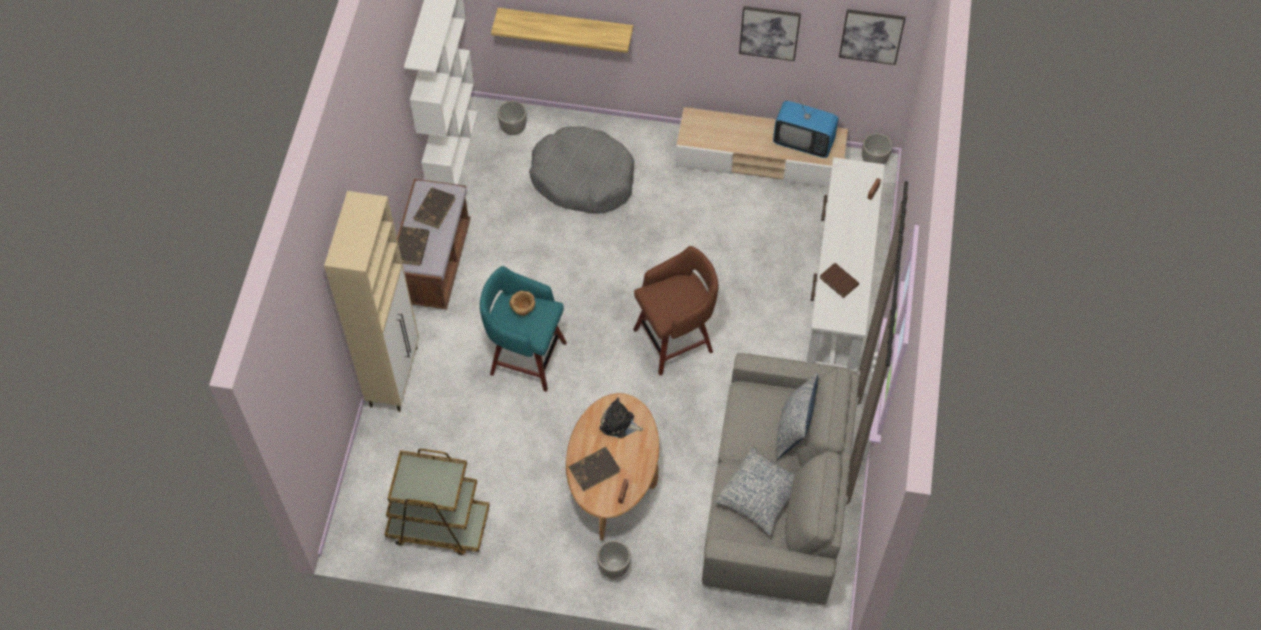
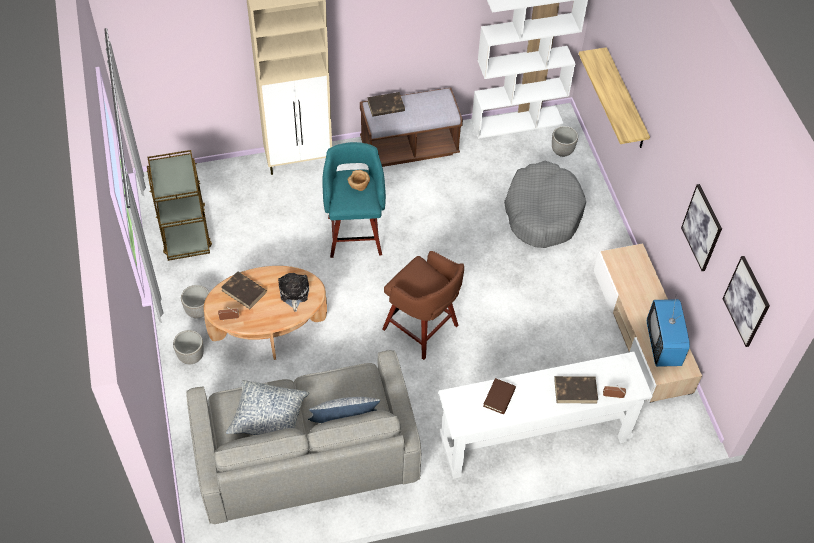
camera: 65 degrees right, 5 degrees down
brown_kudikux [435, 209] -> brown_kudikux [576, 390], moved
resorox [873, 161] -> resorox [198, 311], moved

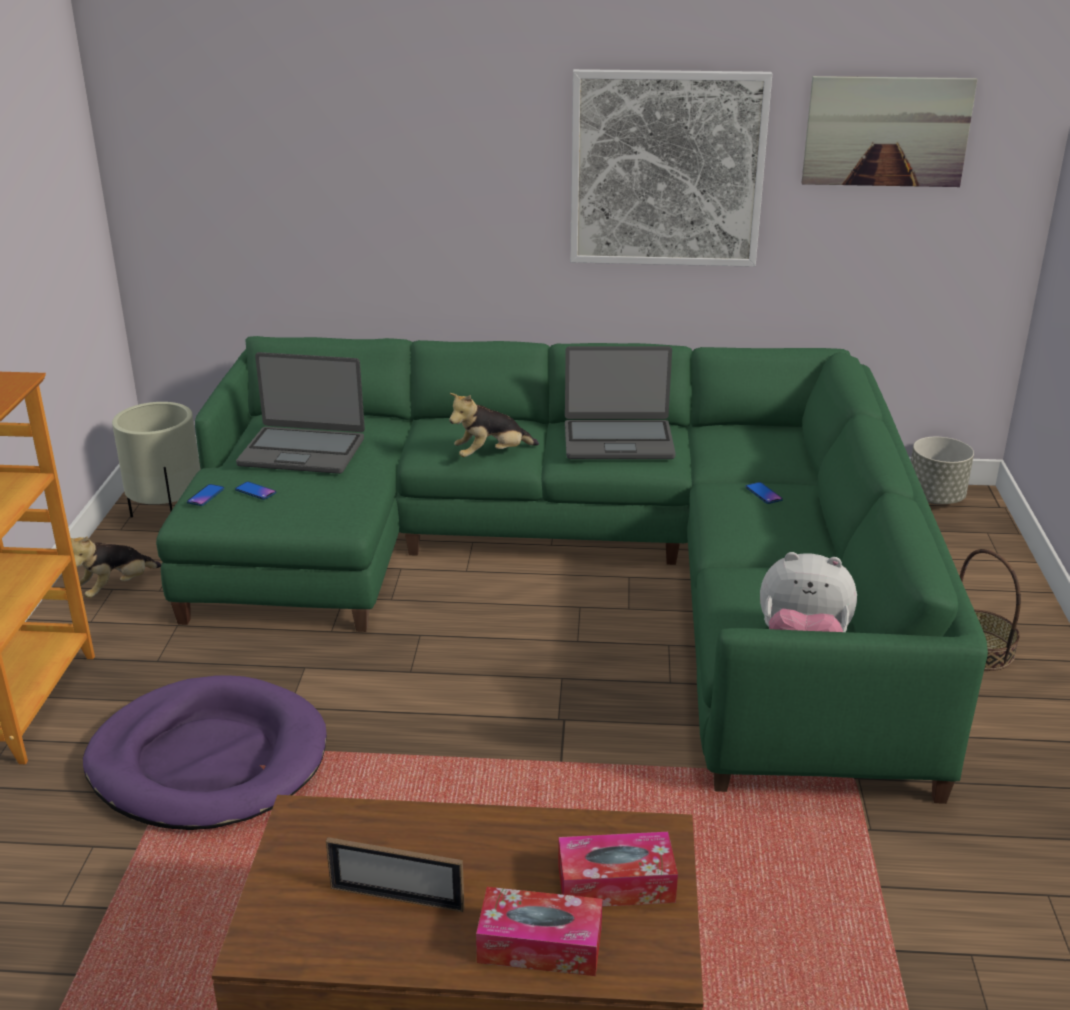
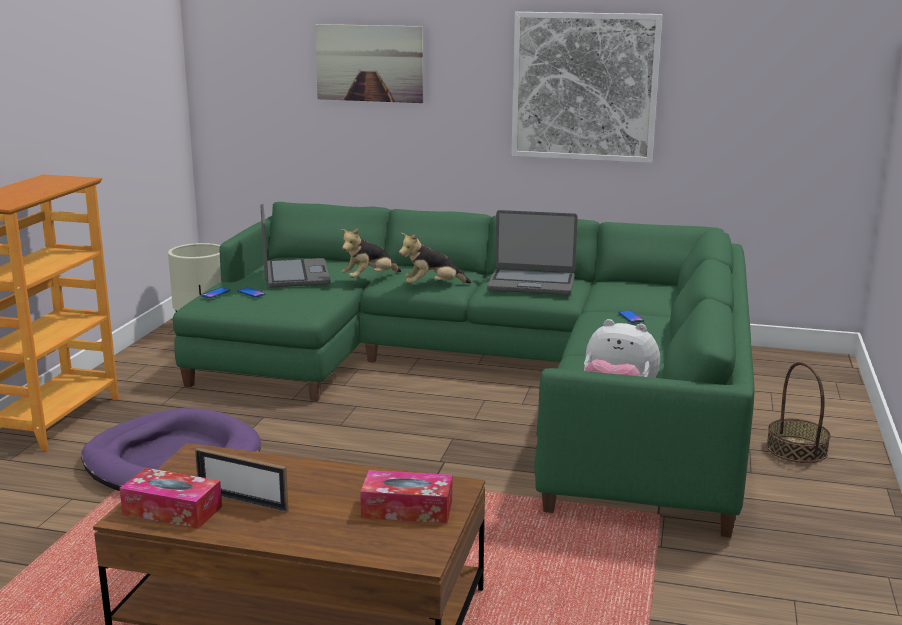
camera: 10 degrees right, 10 degrees down
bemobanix [116, 588] -> bemobanix [369, 278], moved
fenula [302, 451] -> fenula [295, 275], 120 degrees counterclockwise
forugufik [540, 945] -> forugufik [172, 510], moved
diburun [886, 131] -> diburun [369, 63], moved
grey_resorox [935, 498] -> none

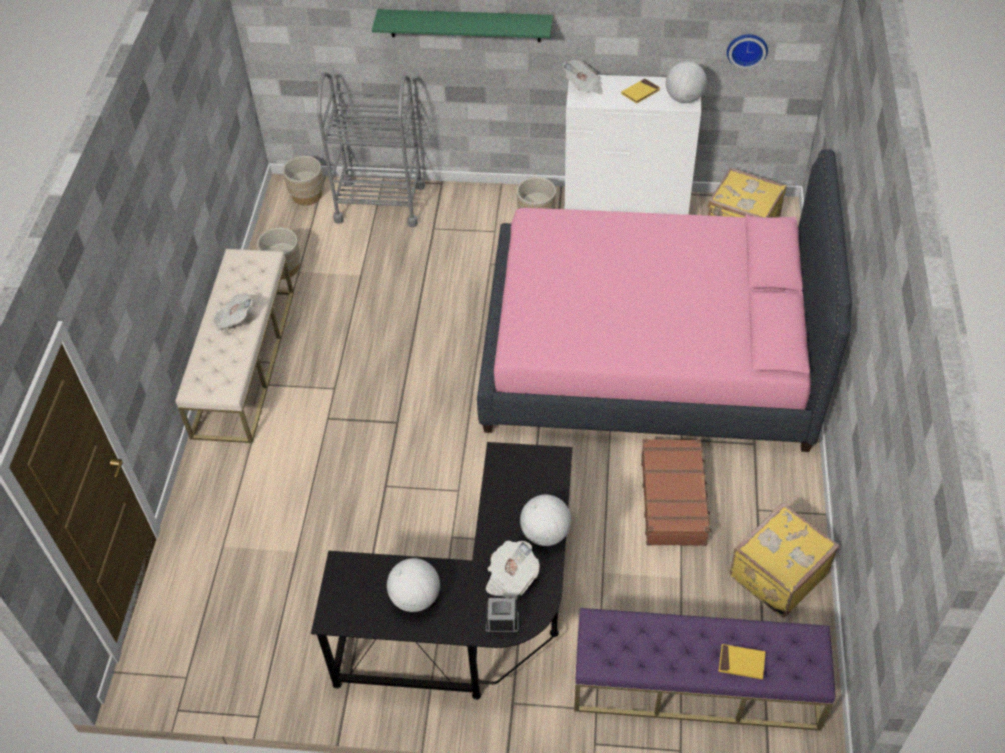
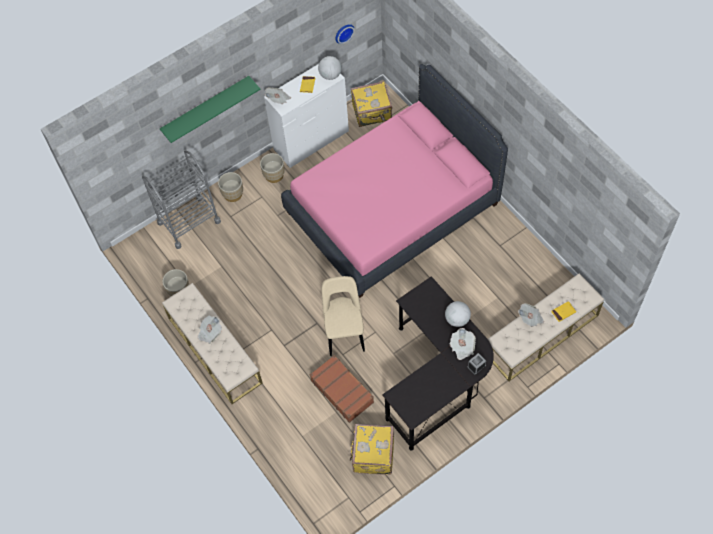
camera: 40 degrees left, 10 degrees up
beige_resorox [307, 195] -> beige_resorox [233, 194], moved
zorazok [415, 597] -> none
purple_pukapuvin [695, 685] -> beige_pukapuvin [542, 335]
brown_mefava [674, 499] -> brown_mefava [342, 391], moved
yellow_mefava [776, 573] -> yellow_mefava [372, 455], moved
none -> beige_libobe [344, 332]
none -> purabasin [530, 318]

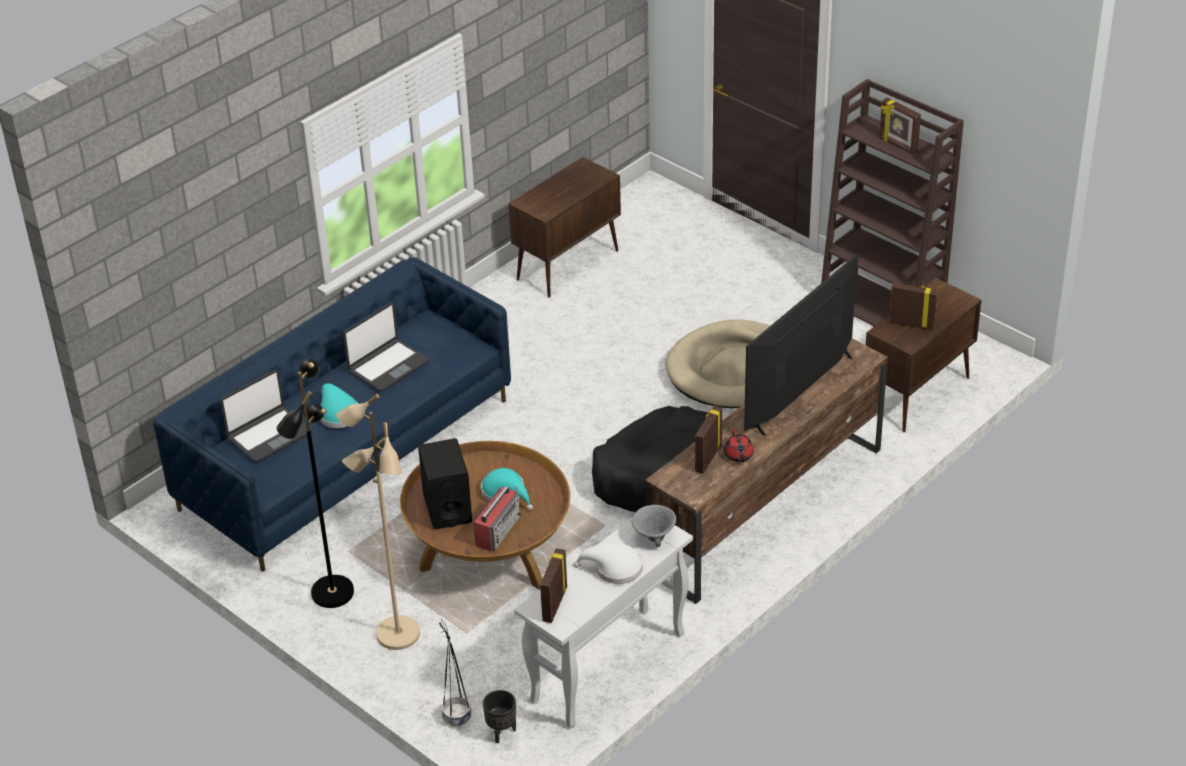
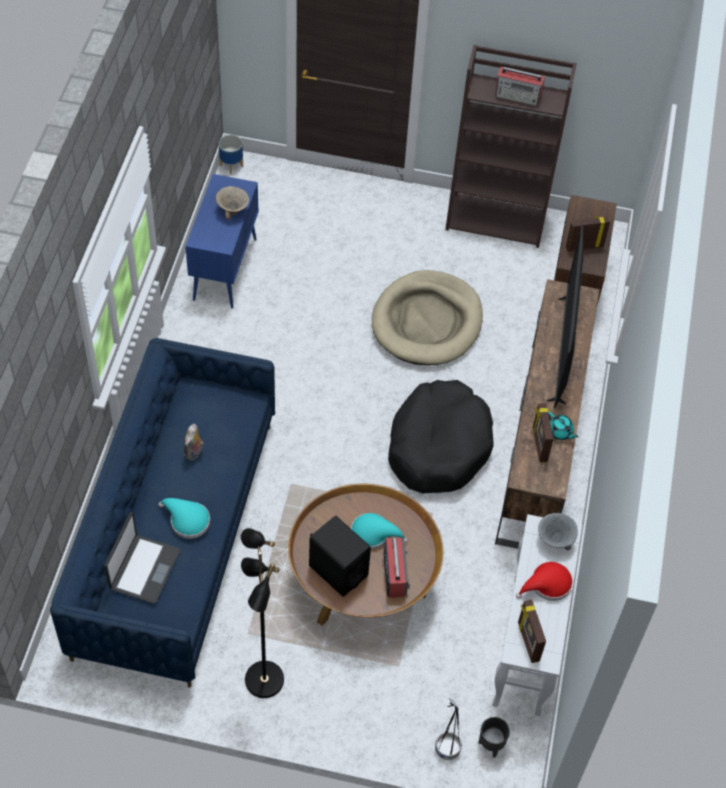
camera: 35 degrees left, 15 degrees up
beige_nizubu [396, 634] -> none
fenula [388, 366] -> bemobanix [194, 453]
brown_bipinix [568, 264] -> blue_bipinix [225, 269]
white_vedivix [614, 569] -> red_vedivix [547, 585]
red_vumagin [738, 455] -> turquoise_vumagin [560, 432]
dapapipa [897, 145] -> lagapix [518, 96]
none -> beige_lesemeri [233, 210]
none -> resorox [231, 165]

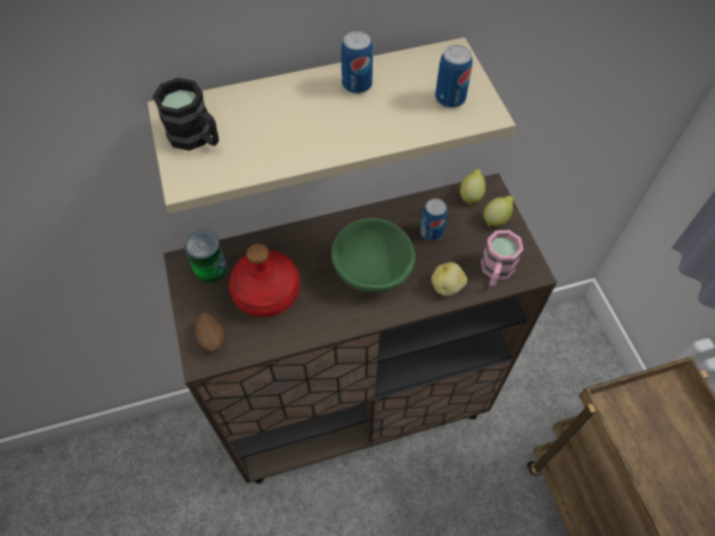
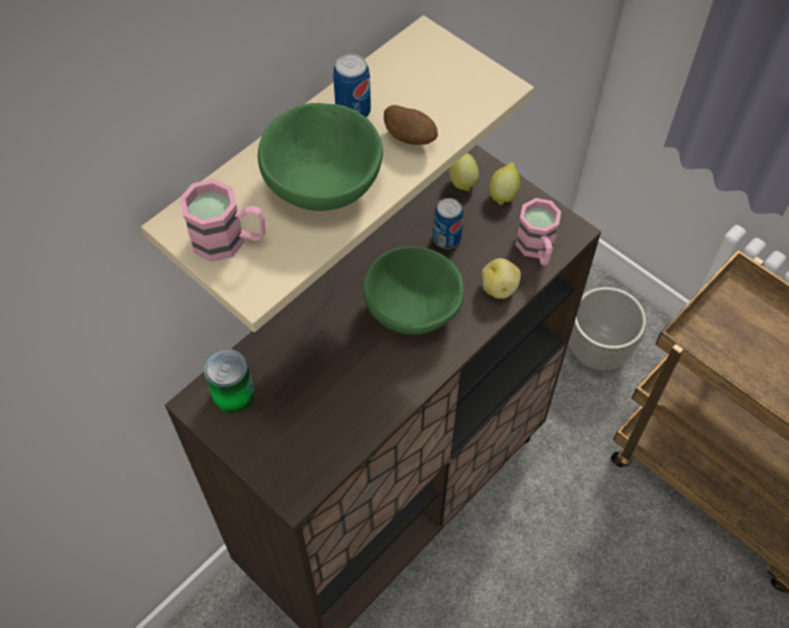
camera: 30 degrees left, 0 degrees up
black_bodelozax [197, 138] -> pink_bodelozax [229, 240]
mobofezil [212, 339] -> mobofezil [410, 138], moved
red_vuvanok [266, 293] -> none
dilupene [450, 98] -> none
none -> green_lesemeri [324, 184]
none -> grey_resorox [597, 351]

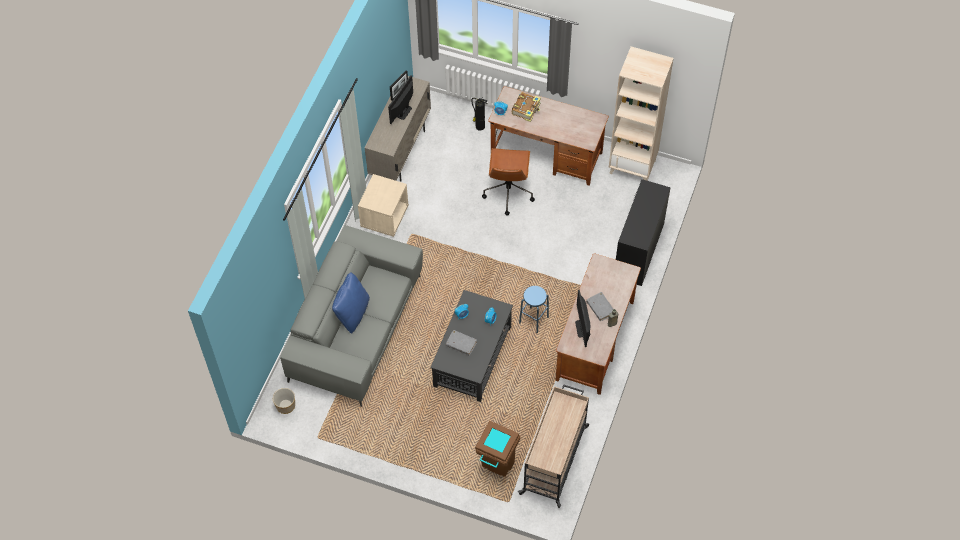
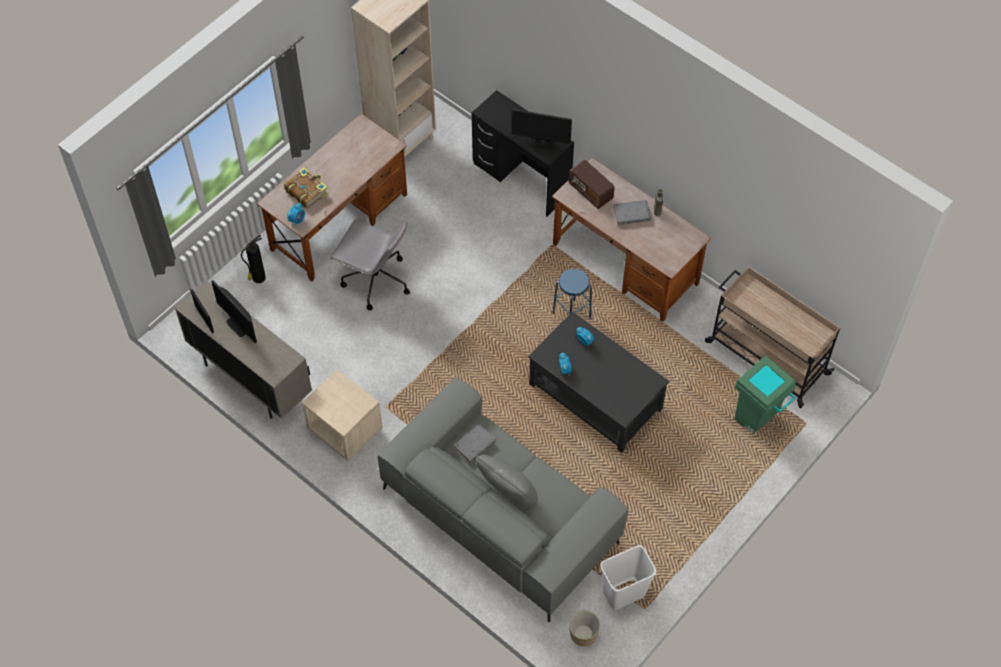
camera: 70 degrees left, 0 degrees up
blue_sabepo [352, 313] -> grey_sabepo [507, 494]
grey_kudikux [461, 344] -> grey_kudikux [475, 445], moved
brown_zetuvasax [497, 468] -> green_zetuvasax [757, 420]
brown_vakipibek [508, 192] -> grey_vakipibek [375, 280]
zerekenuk [582, 328] -> zerekenuk [541, 140], moved
none -> lagapix [590, 191]
none -> white_zetuvasax [624, 594]

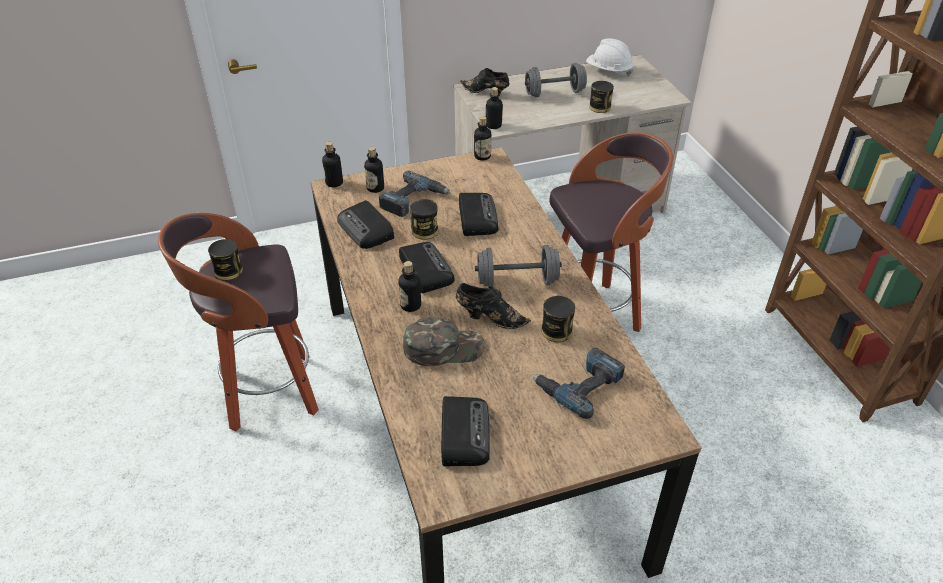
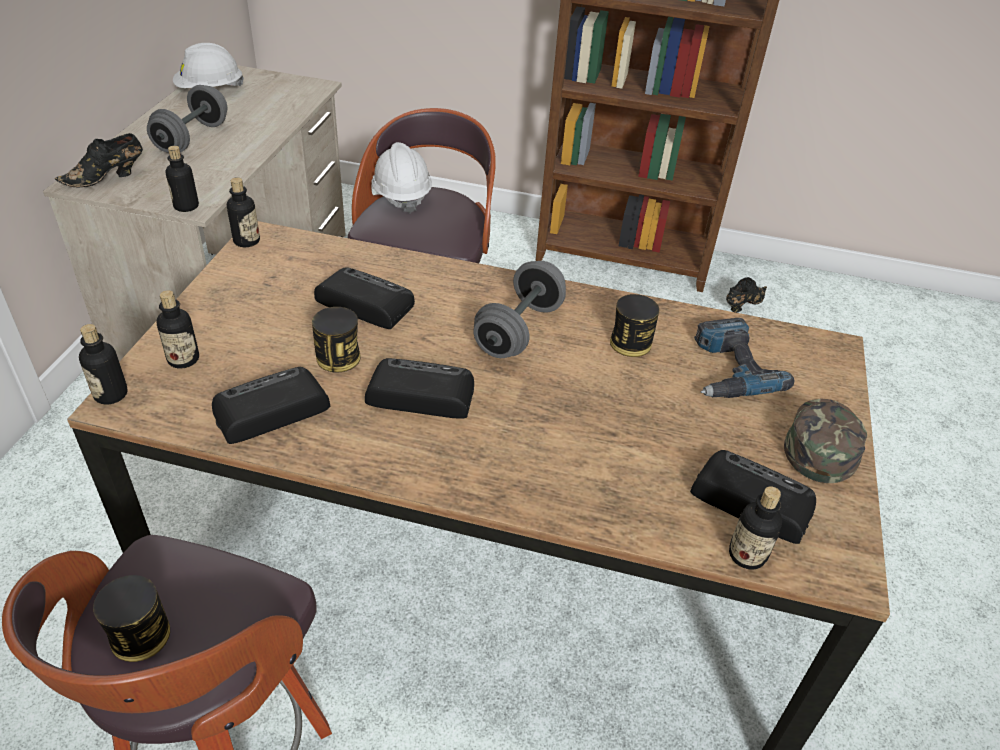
camera: 60 degrees left, 0 degrees up
lagapix [366, 230] -> lagapix [269, 411], 150 degrees clockwise
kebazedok [413, 200] -> none
vuvanok [410, 305] -> vuvanok [746, 555], moved
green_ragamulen [443, 347] -> green_ragamulen [822, 441], moved
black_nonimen [489, 317] -> black_nonimen [742, 305], moved
dilupene [600, 107] -> none
none -> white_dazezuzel [401, 195]

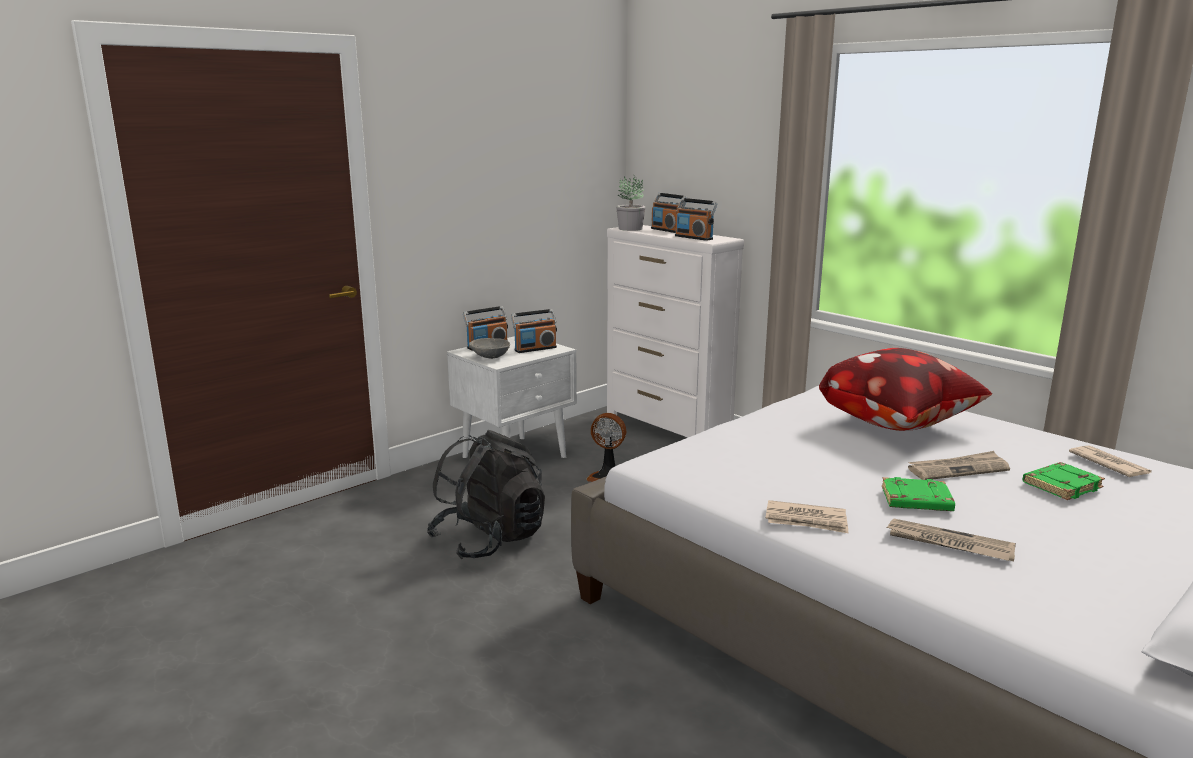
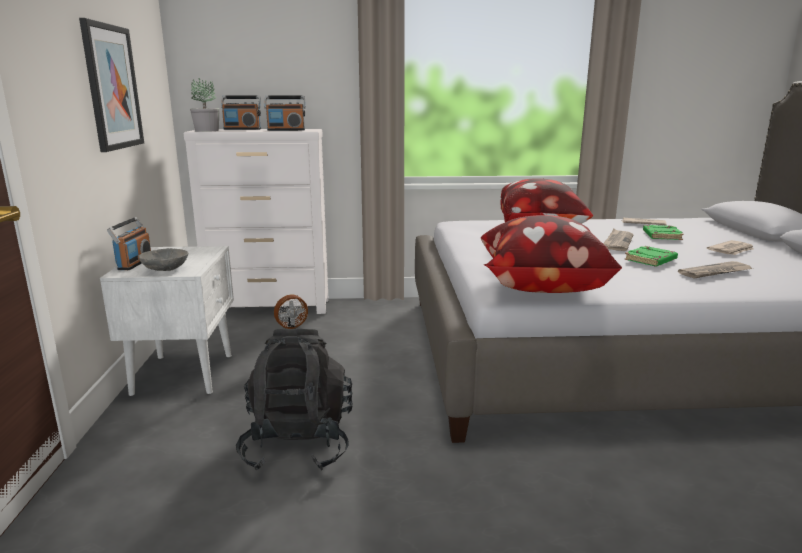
camera: 50 degrees left, 0 degrees up
lagapix [535, 349] -> none
purabasin [806, 520] -> purabasin [731, 250], moved
none -> diburun [112, 87]
none -> sabepo [540, 286]

